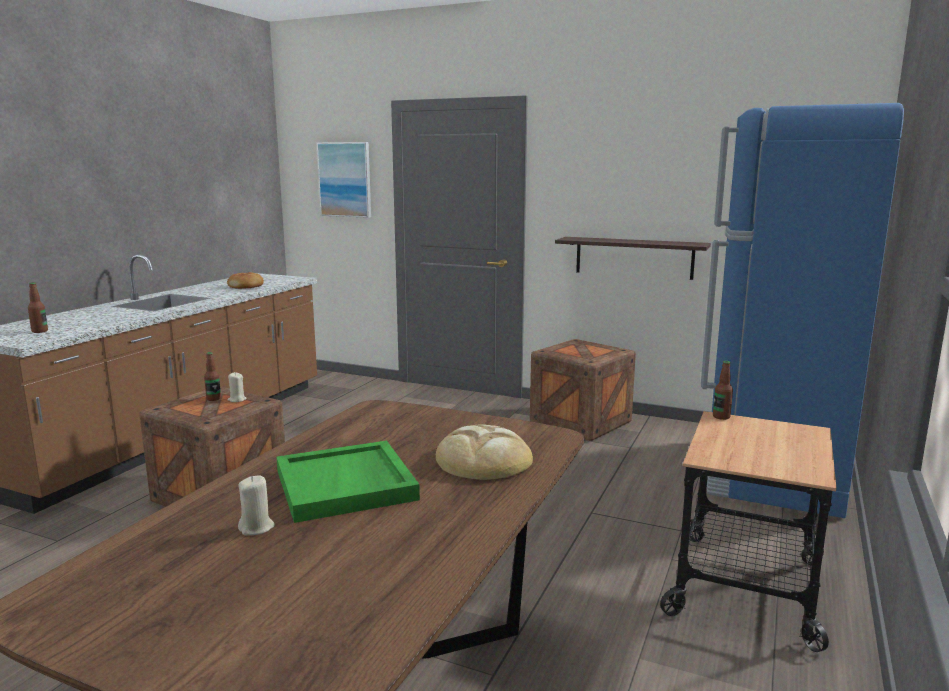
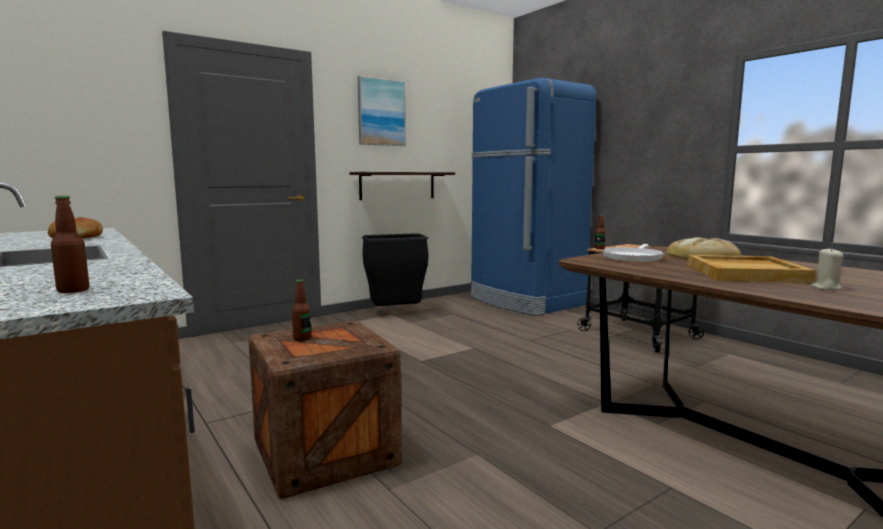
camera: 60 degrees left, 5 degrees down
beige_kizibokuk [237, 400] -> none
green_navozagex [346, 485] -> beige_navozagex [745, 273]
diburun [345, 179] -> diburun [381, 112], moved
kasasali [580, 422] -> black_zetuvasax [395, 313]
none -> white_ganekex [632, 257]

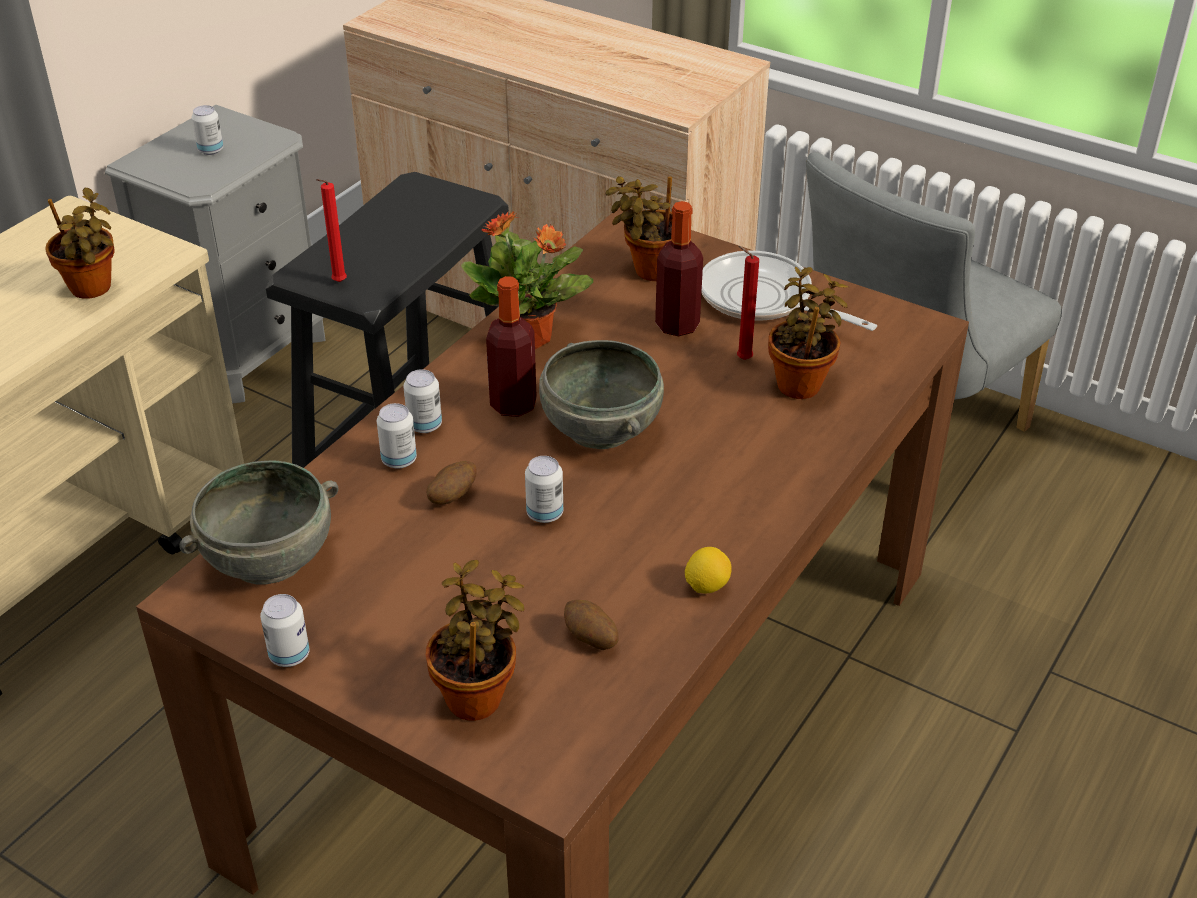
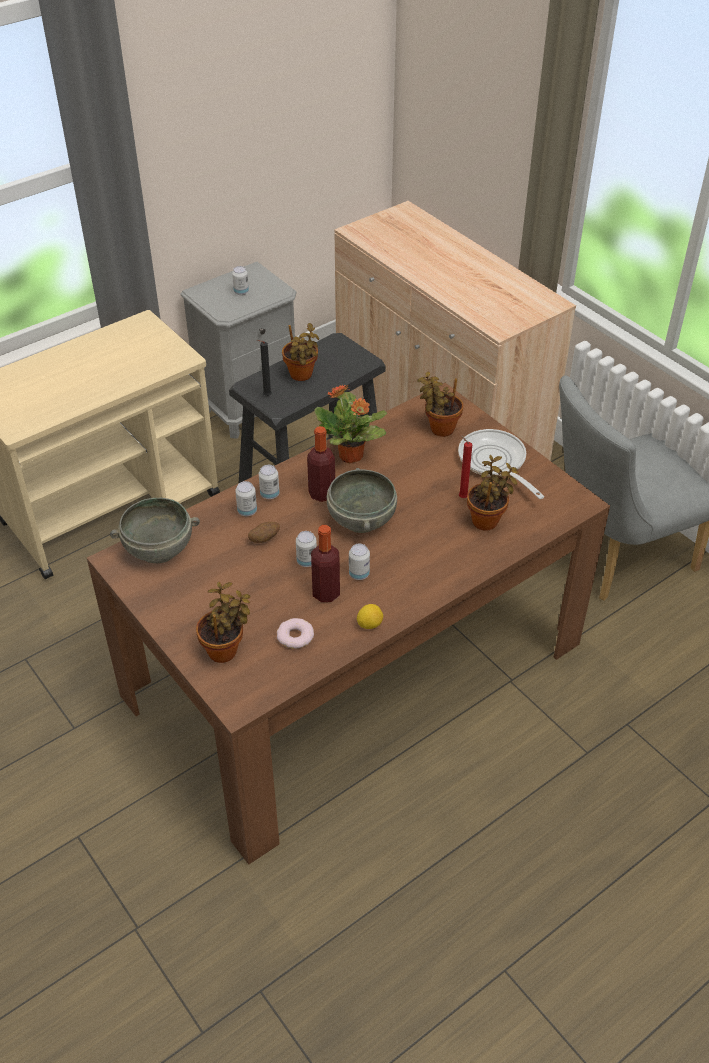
camera: 20 degrees right, 5 degrees up
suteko [93, 290] -> suteko [301, 376], moved
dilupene [289, 655] -> dilupene [359, 574], moved
red_kizibokuk [337, 283] -> black_kizibokuk [266, 396]
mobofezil [590, 639] -> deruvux [295, 636]
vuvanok [677, 325] -> vuvanok [326, 593], moved

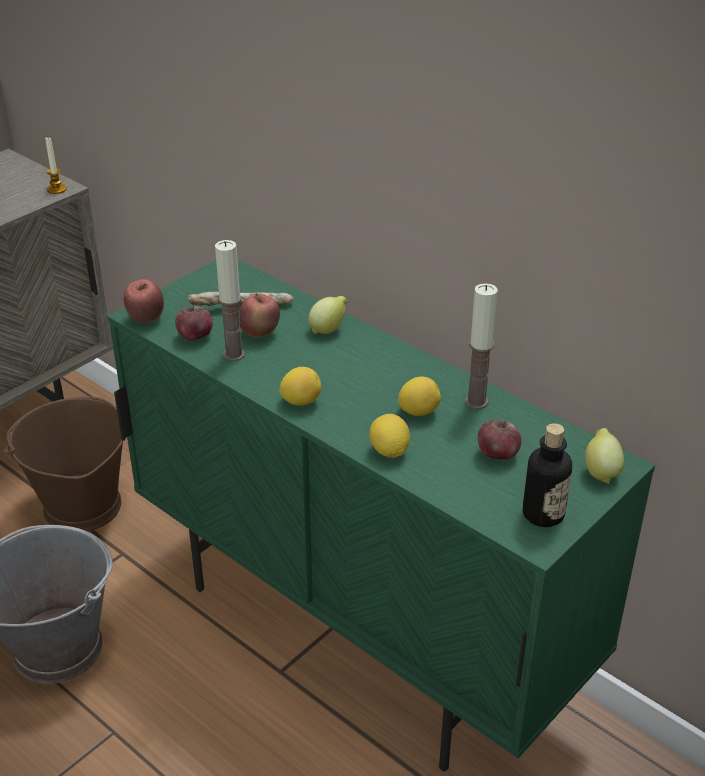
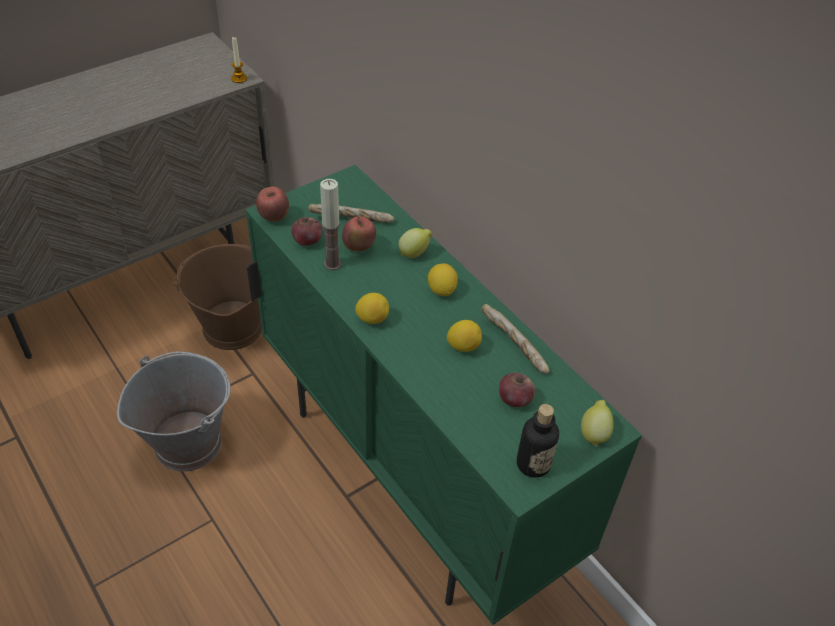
camera: 10 degrees right, 10 degrees up
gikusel [389, 451] -> gikusel [441, 290], moved
kizibokuk [476, 402] -> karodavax [513, 345]

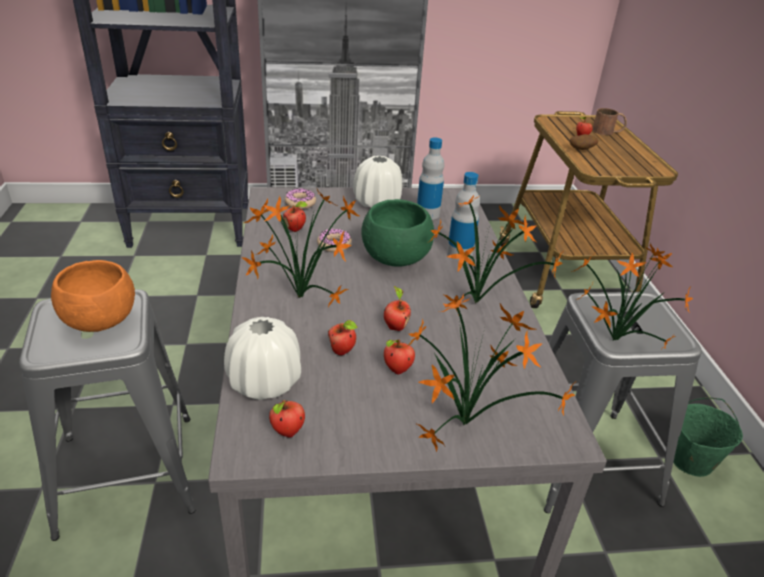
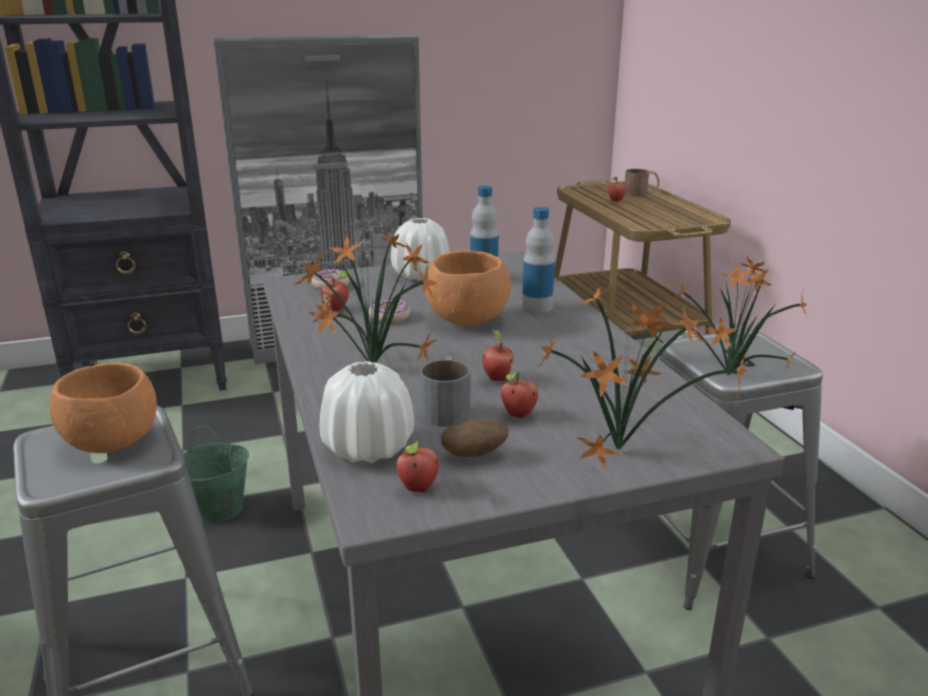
camera: 10 degrees left, 10 degrees down
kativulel [343, 351] -> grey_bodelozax [447, 407]
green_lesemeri [394, 259] -> orange_lesemeri [466, 321]
suteko [478, 303] -> none
mobofezil [581, 149] -> mobofezil [474, 455], moved
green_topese [690, 460] -> green_topese [218, 509], moved

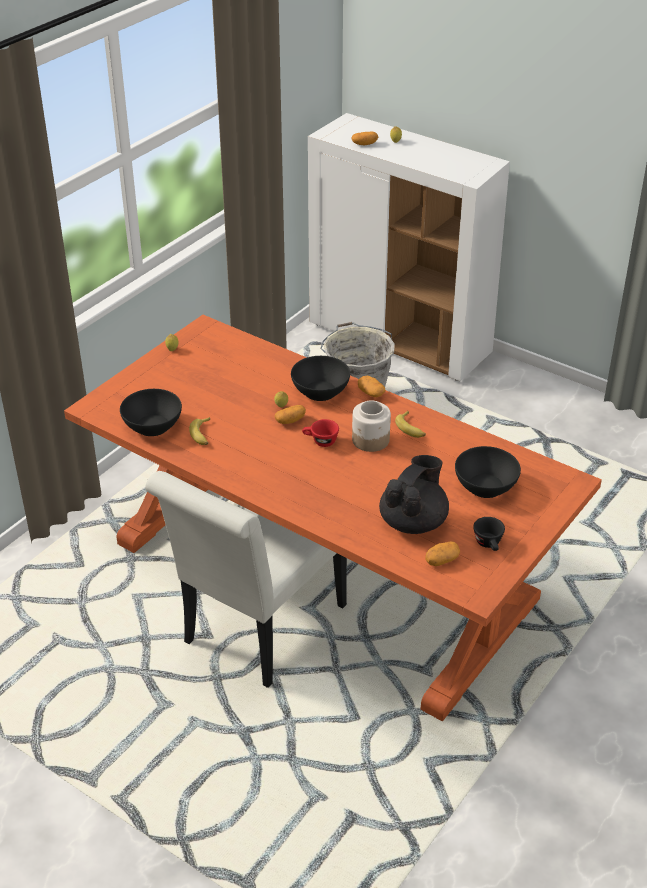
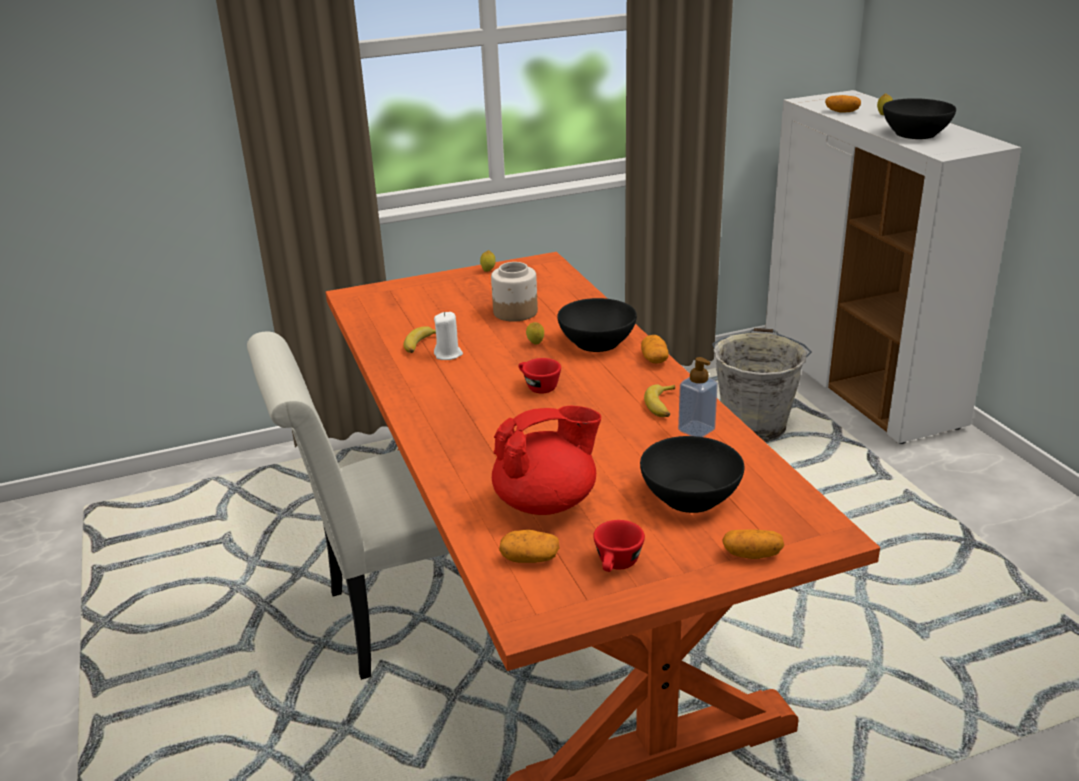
camera: 35 degrees right, 10 degrees down
black_lesemeri [153, 425] -> black_lesemeri [916, 134], moved
mobofezil [290, 421] -> mobofezil [752, 555], moved
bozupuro [370, 440] -> bozupuro [515, 312], moved
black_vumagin [413, 521] -> red_vumagin [547, 502]
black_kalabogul [489, 544] -> red_kalabogul [617, 565]
none -> white_kizibokuk [448, 354]
none -> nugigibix [696, 430]

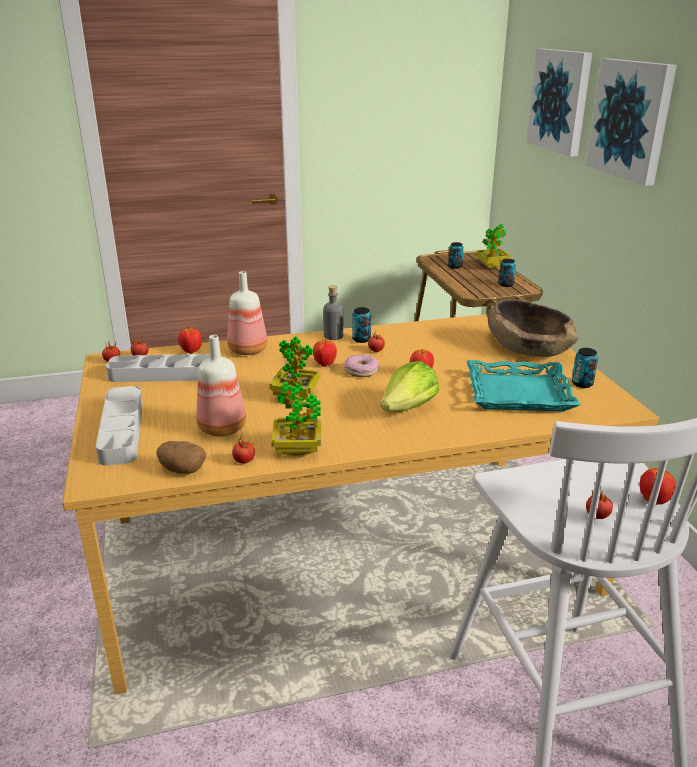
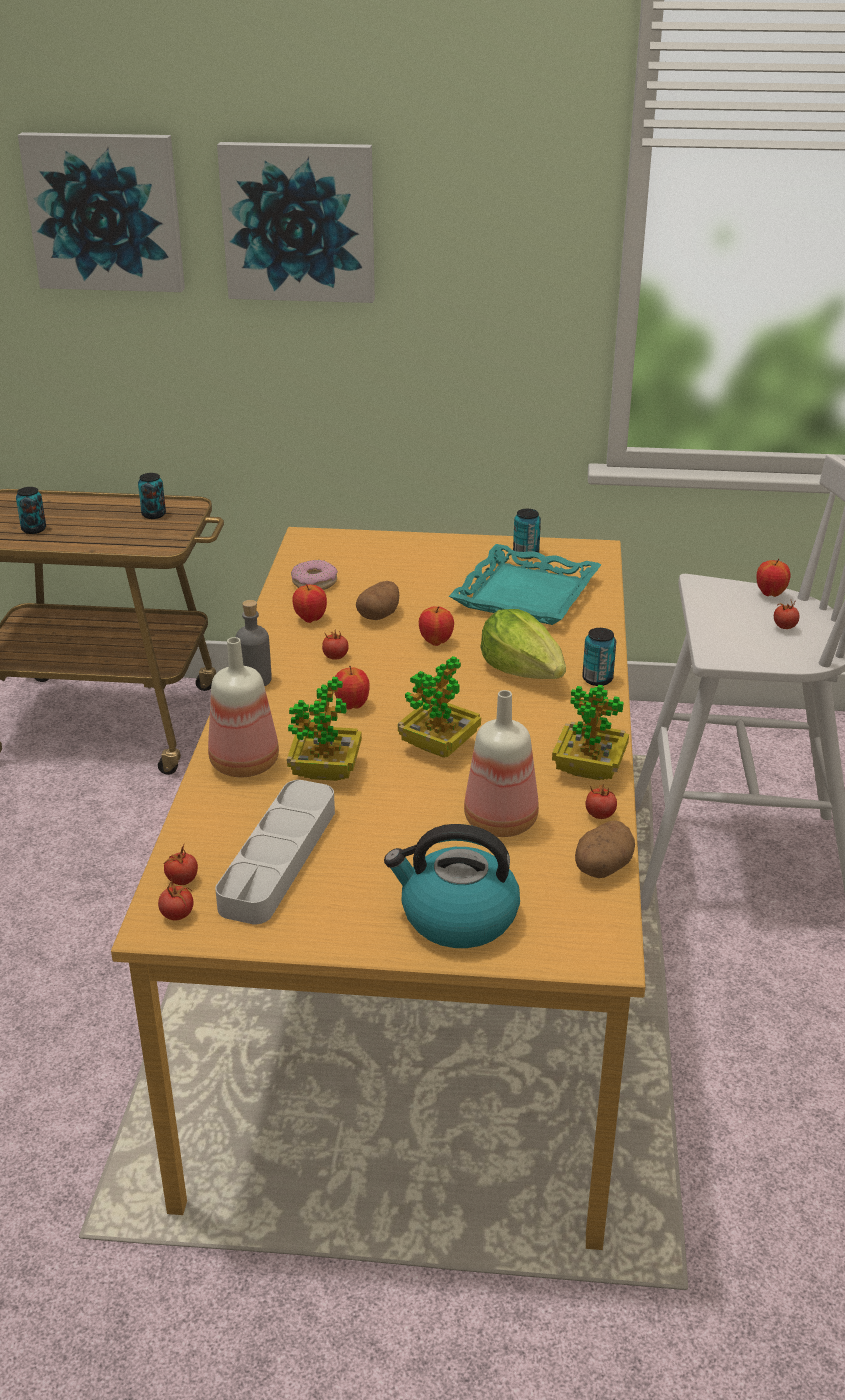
camera: 70 degrees left, 5 degrees up
grey_navozagex [122, 430] -> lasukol [457, 917]
kativulel [191, 351] -> kativulel [310, 619], moved
deruvux [361, 371] -> deruvux [314, 582], moved
dilupene [361, 339] -> dilupene [597, 679], moved
suteko [492, 266] -> suteko [325, 771], moved
brown_lesemeri [528, 348] -> none
none -> mobofezil [379, 615]

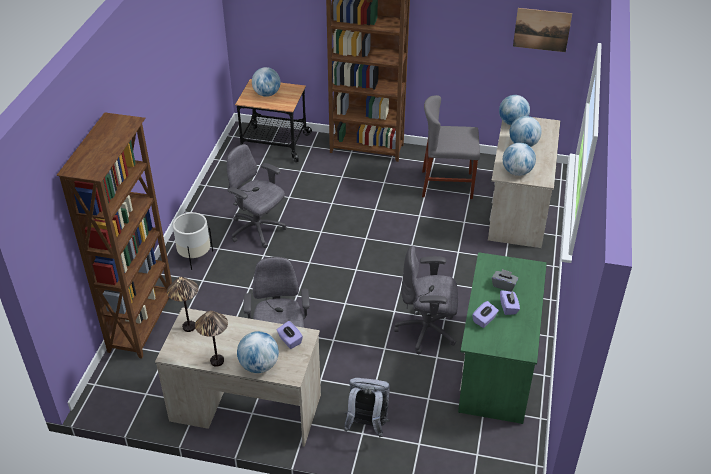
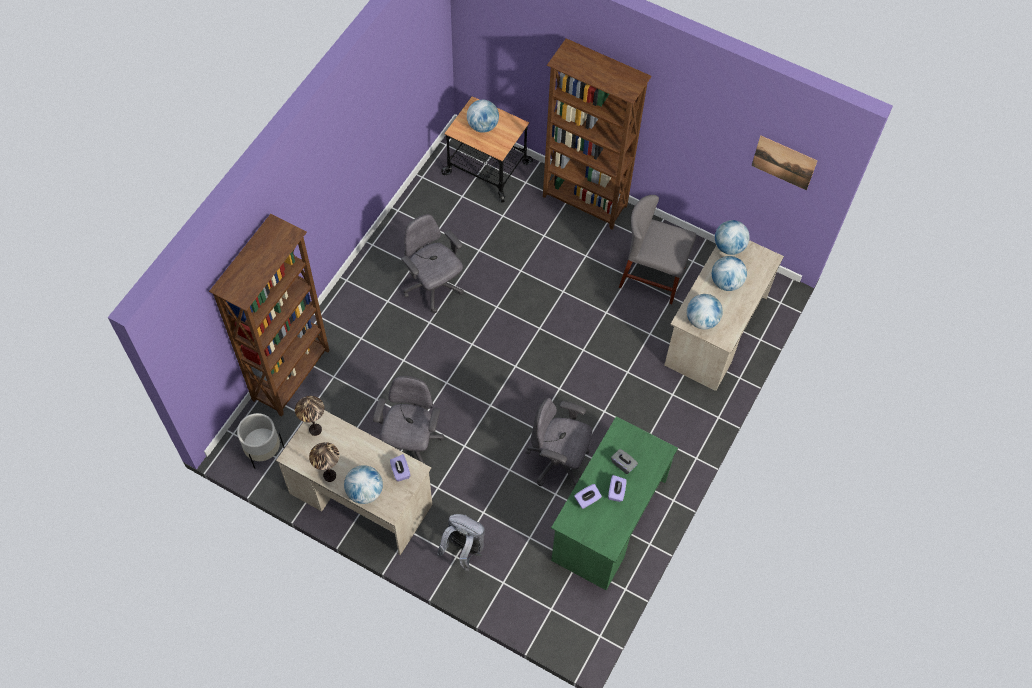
camera: 15 degrees right, 20 degrees up
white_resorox [195, 257] -> white_resorox [263, 450], moved

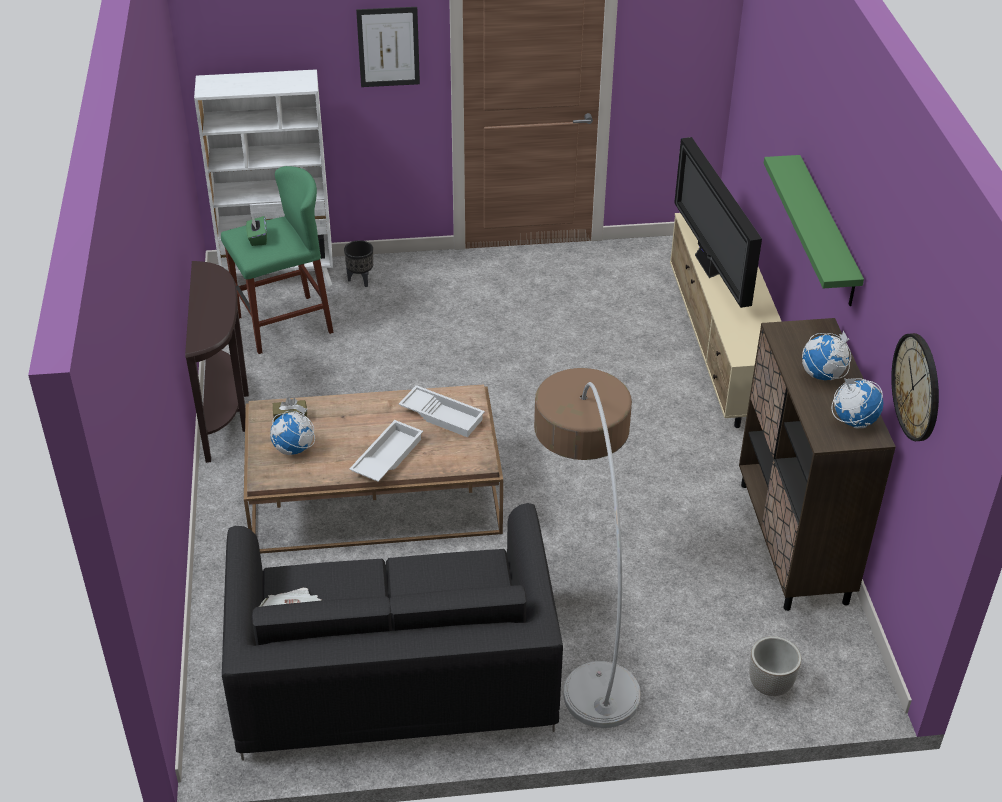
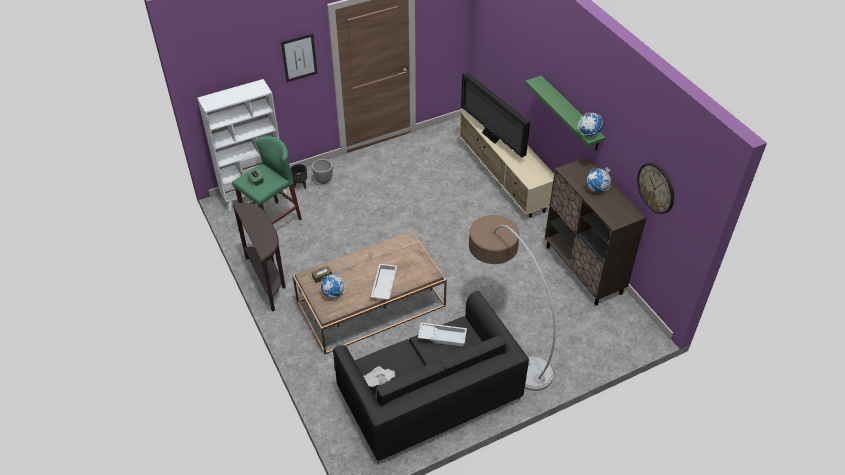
camera: 20 degrees left, 5 degrees up
white_navozagex [443, 415] -> white_navozagex [443, 336], moved
resorox [769, 686] -> resorox [323, 180], moved
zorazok [853, 421] -> zorazok [588, 133], moved

